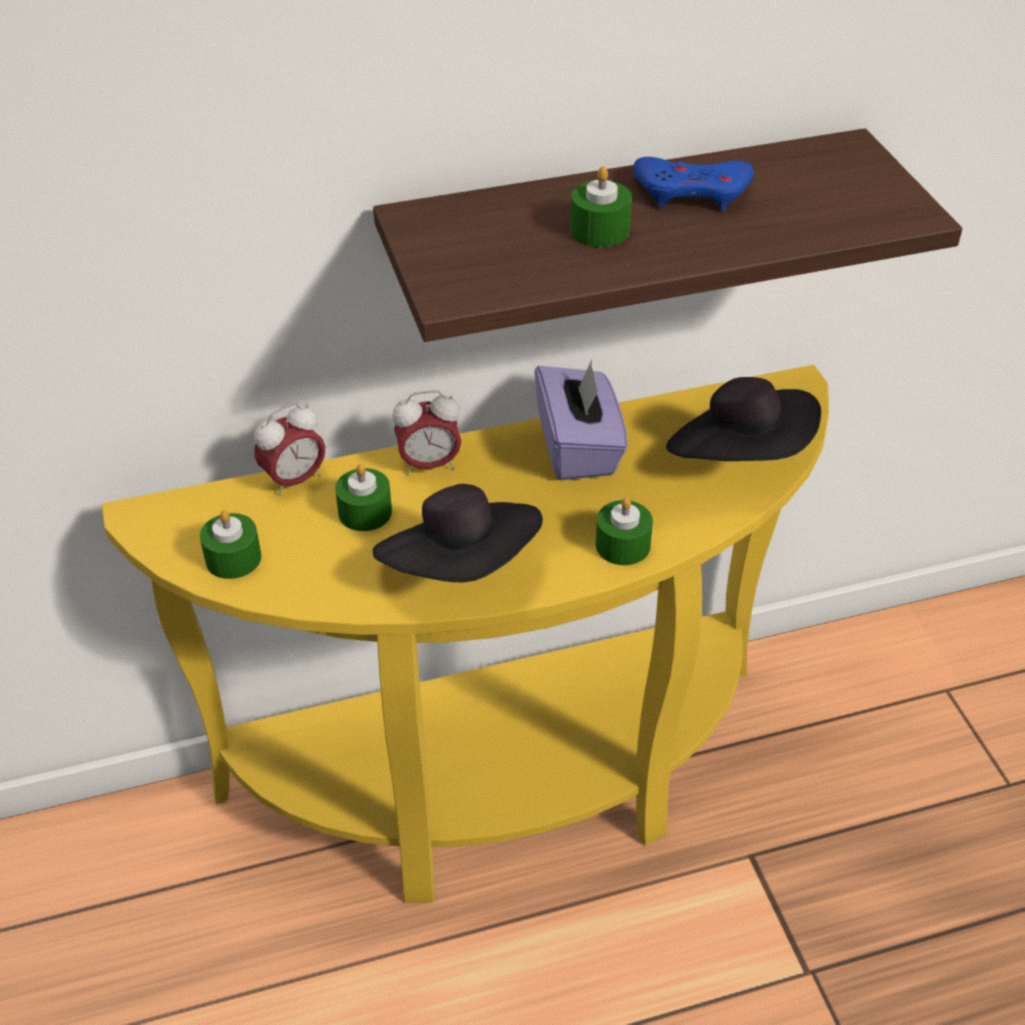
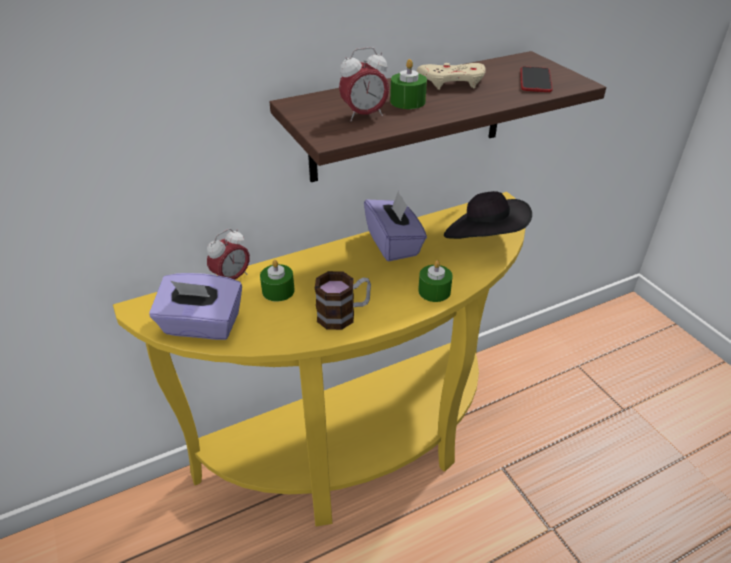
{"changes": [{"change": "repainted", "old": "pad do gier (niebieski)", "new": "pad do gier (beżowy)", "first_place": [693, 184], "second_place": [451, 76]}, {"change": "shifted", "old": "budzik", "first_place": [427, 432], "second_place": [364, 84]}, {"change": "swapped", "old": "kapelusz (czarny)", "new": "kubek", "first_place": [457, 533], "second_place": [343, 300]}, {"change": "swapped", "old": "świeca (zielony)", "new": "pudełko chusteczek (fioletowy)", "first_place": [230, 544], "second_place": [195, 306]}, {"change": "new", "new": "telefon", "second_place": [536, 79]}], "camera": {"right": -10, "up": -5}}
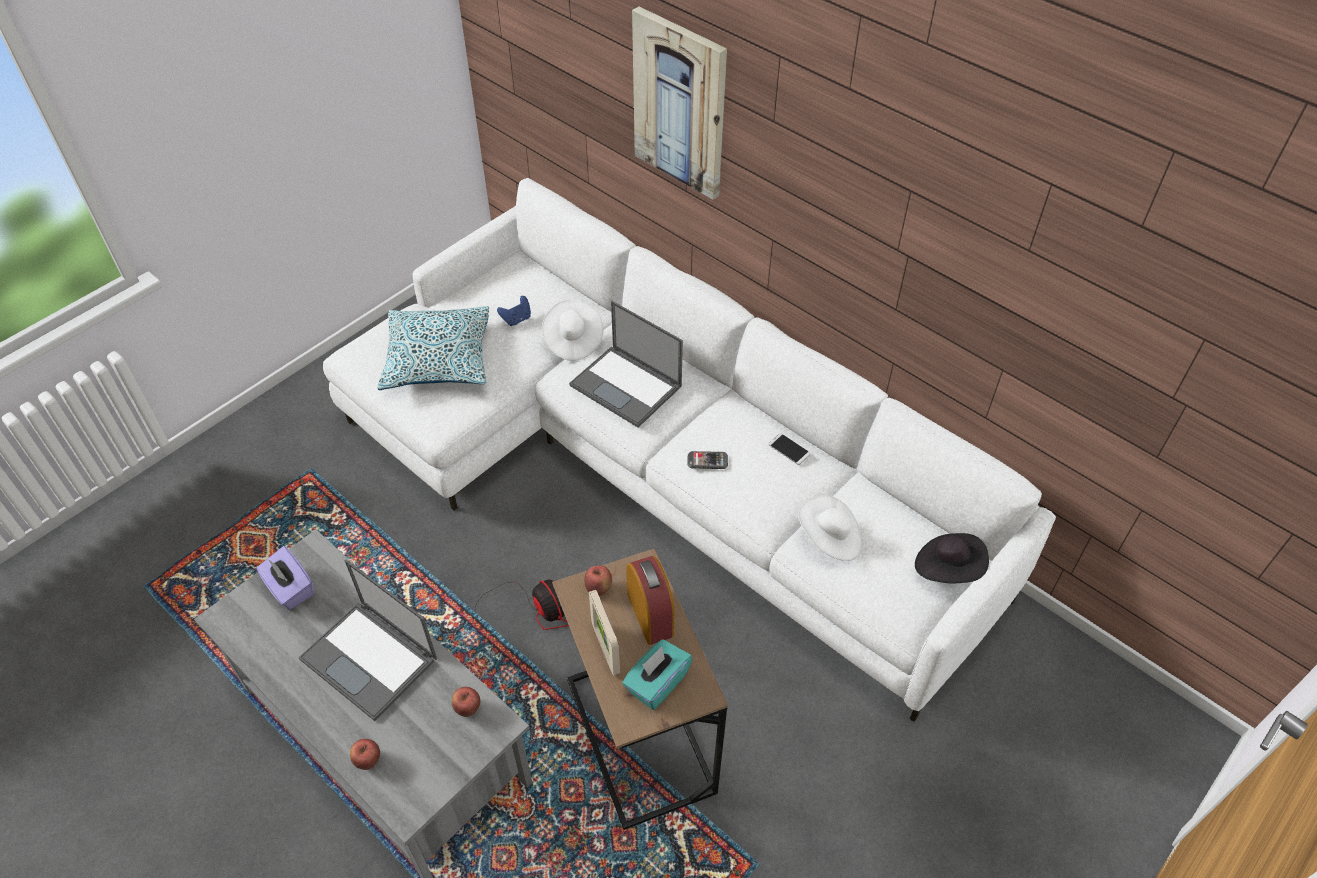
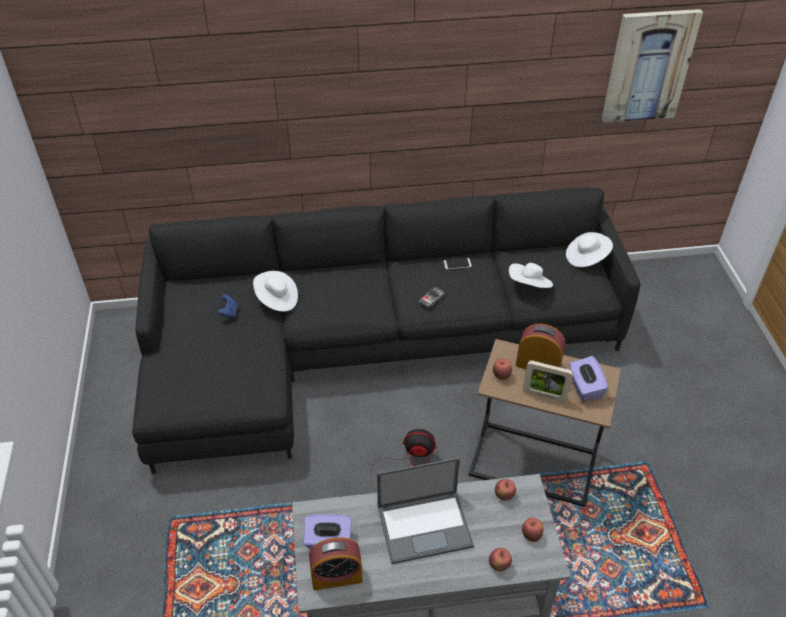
{"changes": [{"change": "shifted", "old": "obraz", "first_place": [679, 102], "second_place": [652, 66]}, {"change": "repainted", "old": "kanapa (biały)", "new": "kanapa (czarny)", "first_place": [689, 450], "second_place": [386, 330]}, {"change": "gone", "old": "laptop", "first_place": [626, 364]}, {"change": "gone", "old": "poduszka", "first_place": [433, 348]}, {"change": "repainted", "old": "kapelusz (czarny)", "new": "kapelusz (biały)", "first_place": [952, 558], "second_place": [589, 249]}, {"change": "repainted", "old": "pudełko chusteczek (turkusowy)", "new": "pudełko chusteczek (fioletowy)", "first_place": [657, 674], "second_place": [588, 378]}, {"change": "new", "new": "jabłko", "second_place": [533, 530]}, {"change": "new", "new": "budzik", "second_place": [336, 563]}], "camera": {"right": -50, "up": -5}}
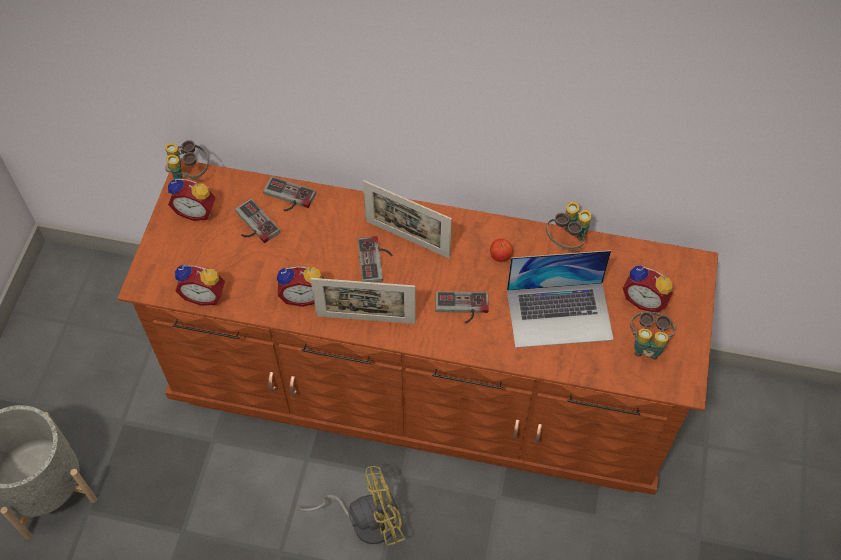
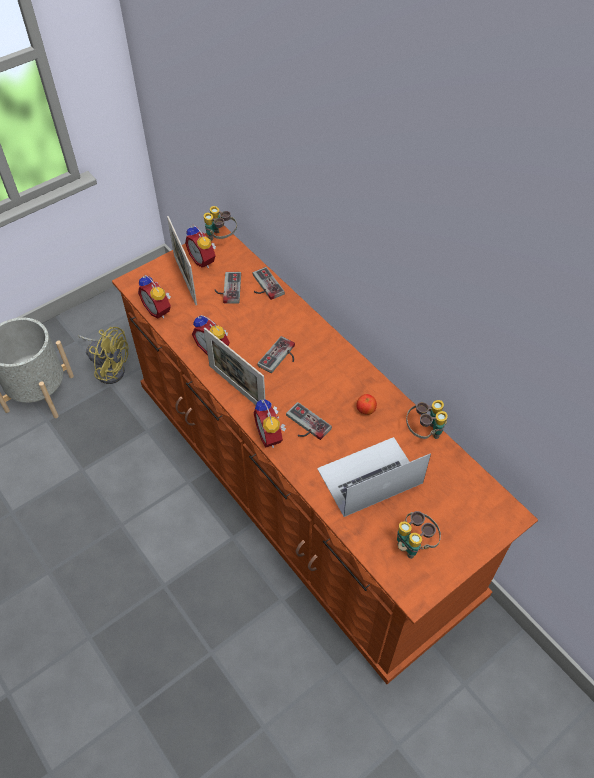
{"changes": [{"change": "shifted", "old": "ramka na zdjęcie", "first_place": [407, 219], "second_place": [182, 260]}, {"change": "rotated", "old": "laptop", "first_place": [560, 299], "second_place": [374, 477], "degrees": 120}, {"change": "shifted", "old": "budzik", "first_place": [648, 289], "second_place": [270, 423]}, {"change": "shifted", "old": "wentylator (żółty)", "first_place": [352, 506], "second_place": [103, 355]}], "camera": {"right": 40, "up": -5}}
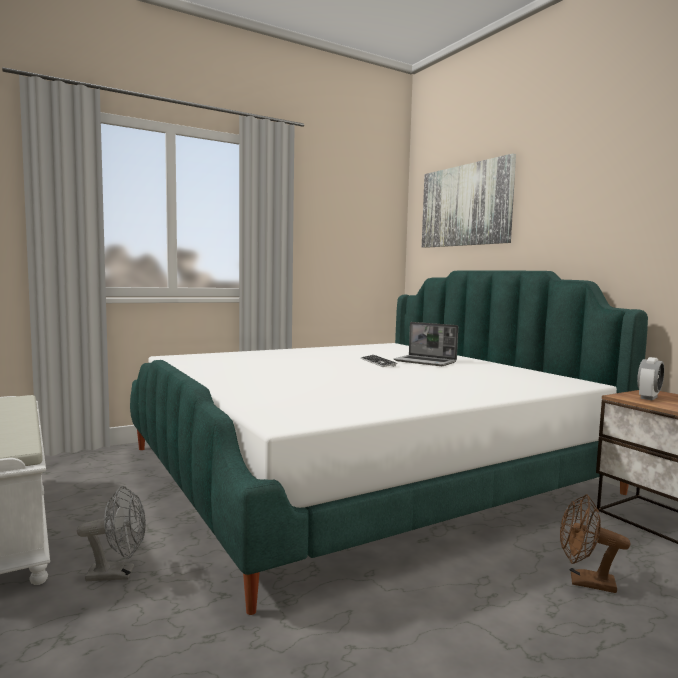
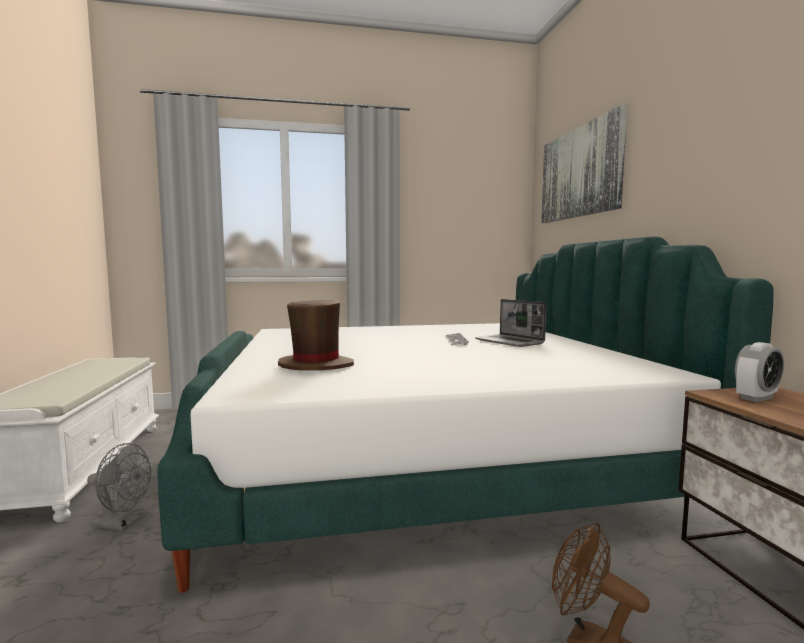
{"changes": [{"change": "new", "new": "kapelusz (brązowy)", "second_place": [316, 335]}], "camera": {"right": 20, "up": 0}}
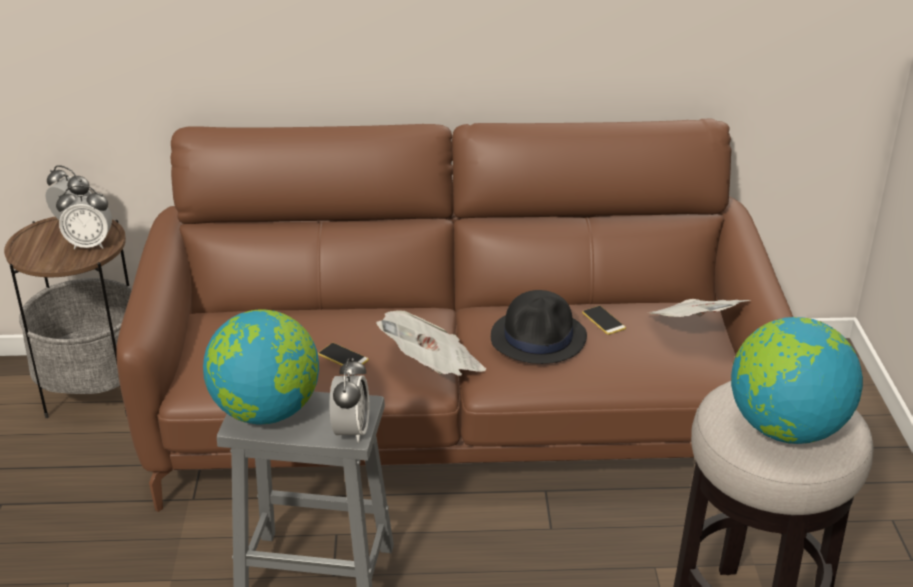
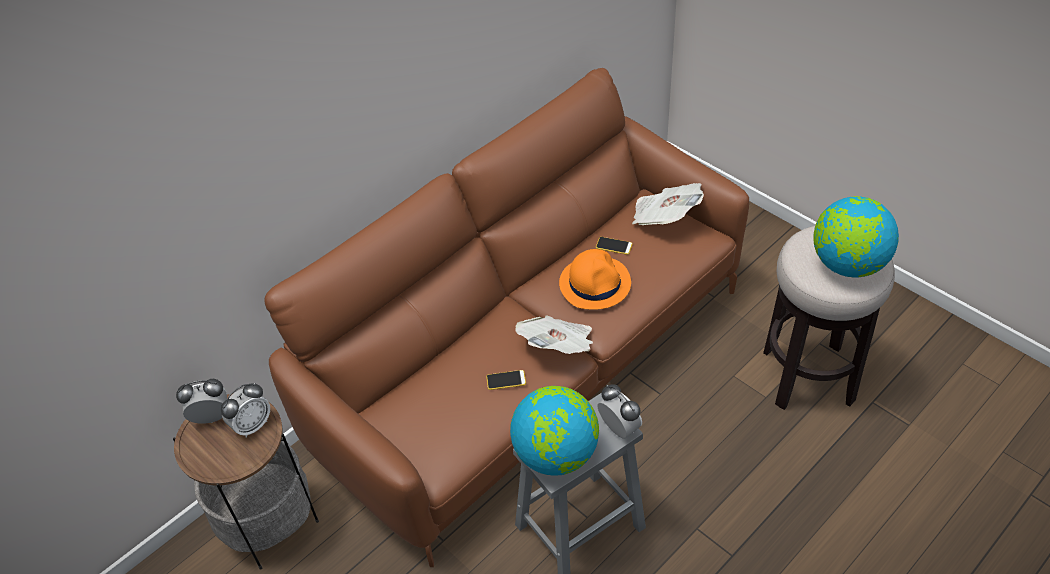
{"changes": [{"change": "repainted", "old": "kapelusz (czarny)", "new": "kapelusz (pomarańczowy)", "first_place": [539, 327], "second_place": [595, 279]}], "camera": {"right": -40, "up": 15}}
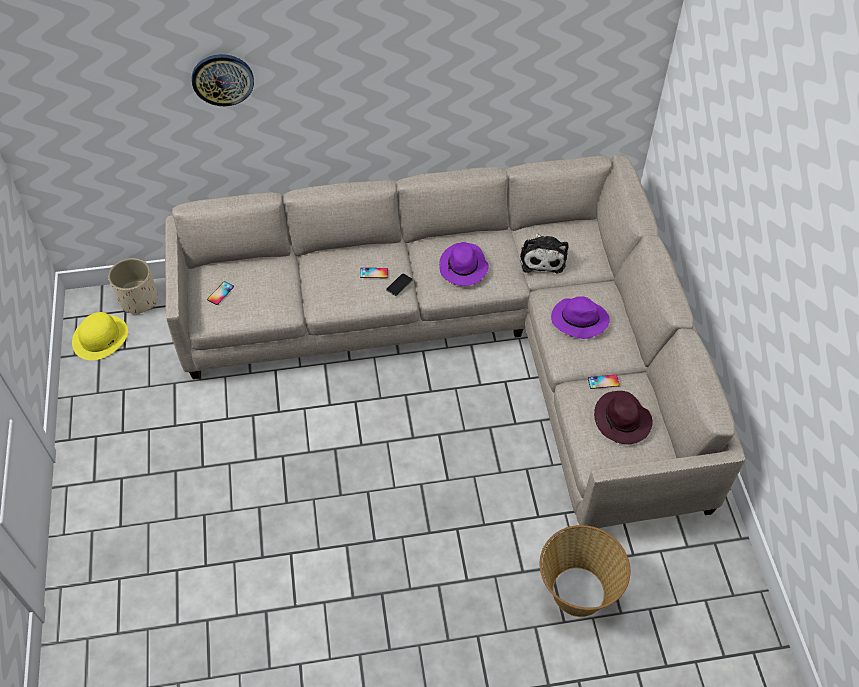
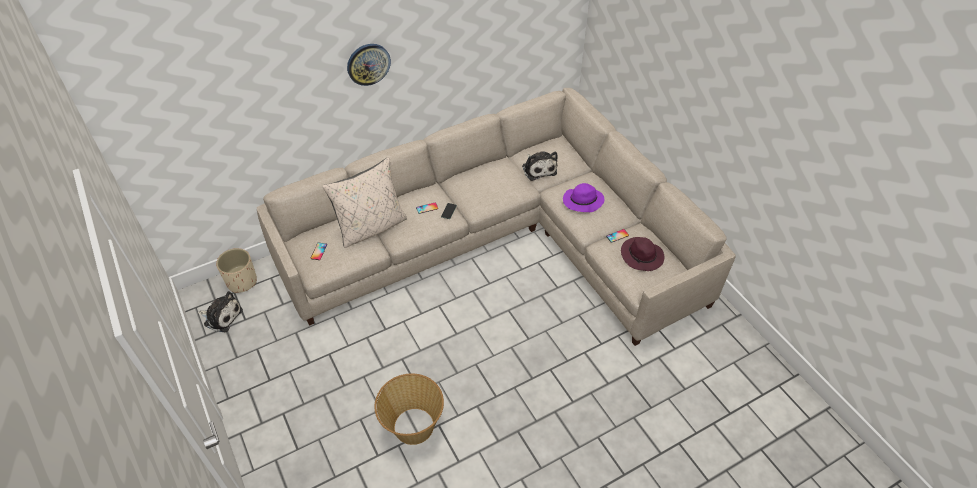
{"changes": [{"change": "shifted", "old": "zegar ścienny", "first_place": [223, 80], "second_place": [369, 65]}, {"change": "gone", "old": "kapelusz (fioletowy)", "first_place": [463, 264]}, {"change": "swapped", "old": "kapelusz (żółty)", "new": "pluszak", "first_place": [100, 336], "second_place": [220, 311]}, {"change": "shifted", "old": "koszyk", "first_place": [585, 571], "second_place": [409, 409]}, {"change": "new", "new": "poduszka (beżowy)", "second_place": [364, 203]}], "camera": {"right": -20, "up": -5}}
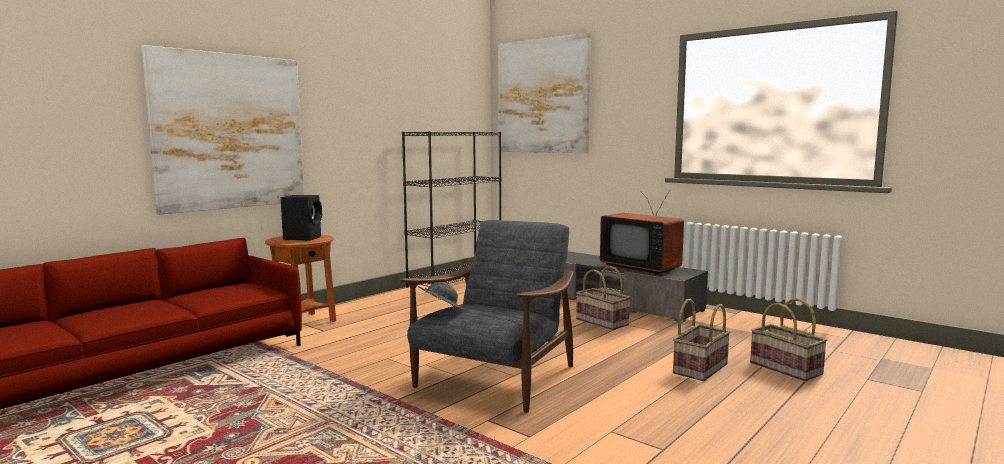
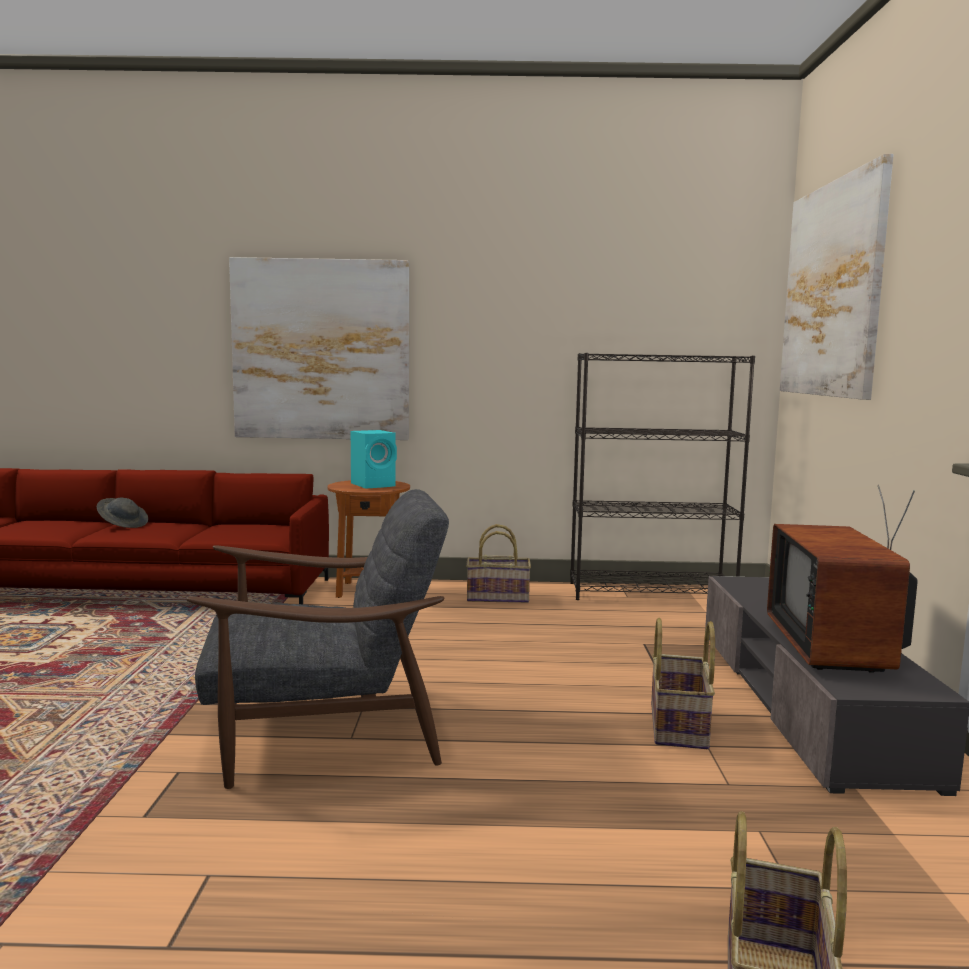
{"changes": [{"change": "repainted", "old": "głośnik (czarny)", "new": "głośnik (turkusowy)", "first_place": [301, 218], "second_place": [374, 459]}, {"change": "shifted", "old": "kapelusz (szary)", "first_place": [441, 296], "second_place": [122, 513]}, {"change": "shifted", "old": "koszyk", "first_place": [701, 340], "second_place": [498, 563]}], "camera": {"right": 50, "up": 0}}
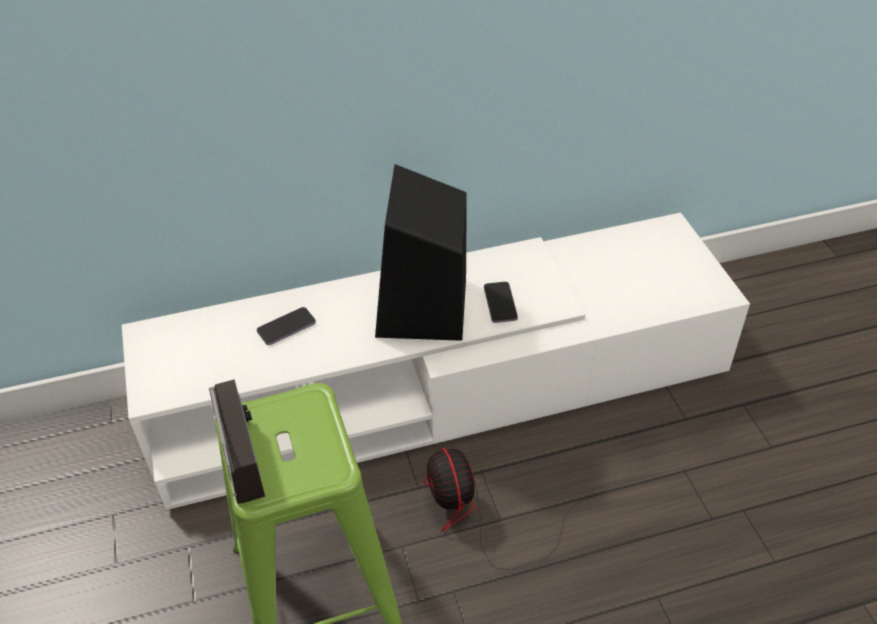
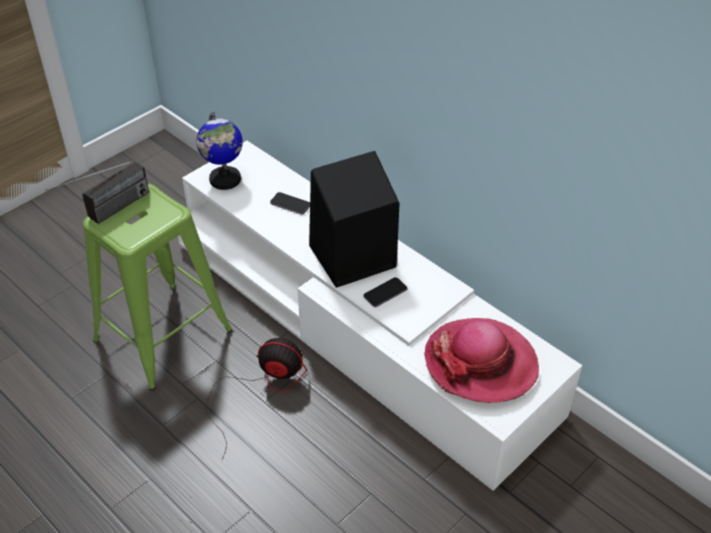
{"changes": [{"change": "rotated", "old": "wentylator", "first_place": [511, 508], "second_place": [256, 399], "degrees": 60}, {"change": "new", "new": "globus", "second_place": [219, 150]}, {"change": "new", "new": "kapelusz", "second_place": [481, 360]}], "camera": {"right": 60, "up": 0}}
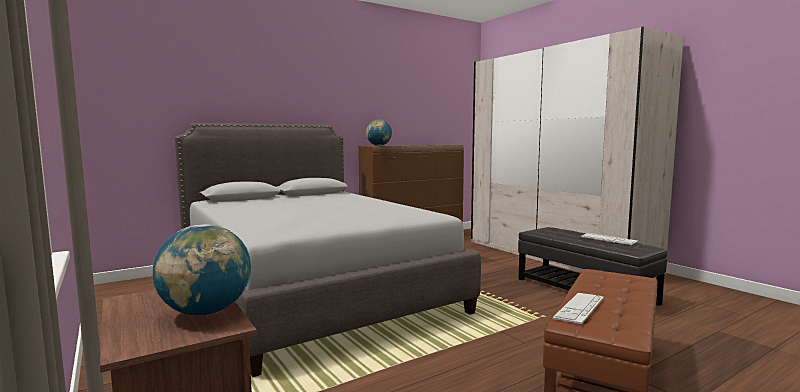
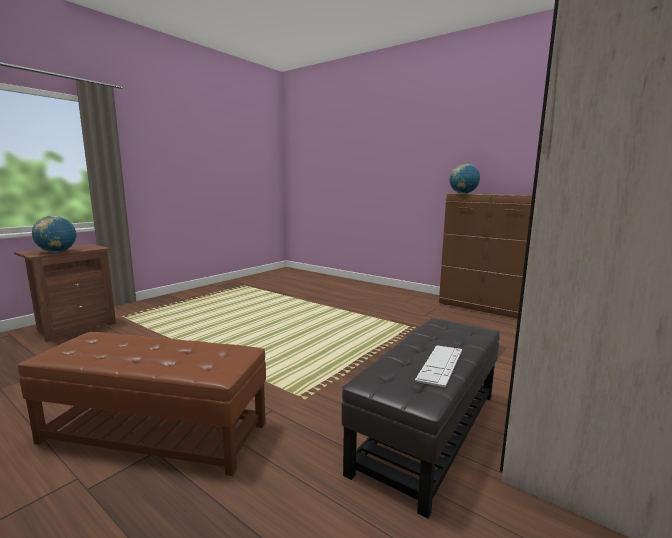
{"changes": [{"change": "gone", "old": "łóżko (szary)", "first_place": [328, 250]}, {"change": "gone", "old": "klawiatura", "first_place": [578, 308]}], "camera": {"right": 70, "up": 5}}
